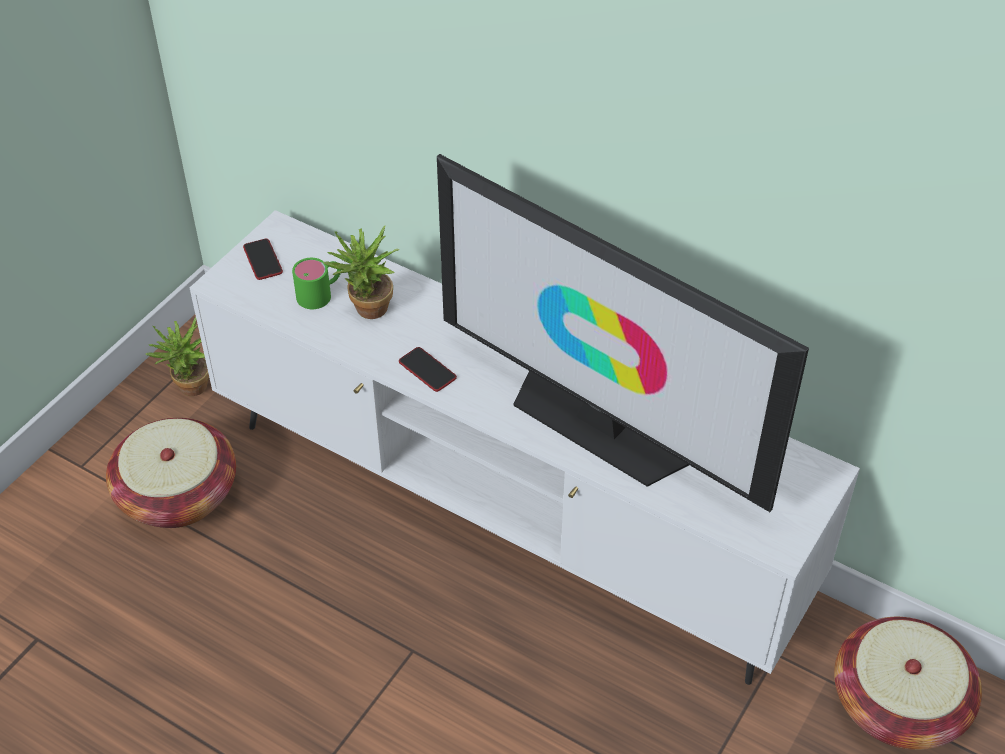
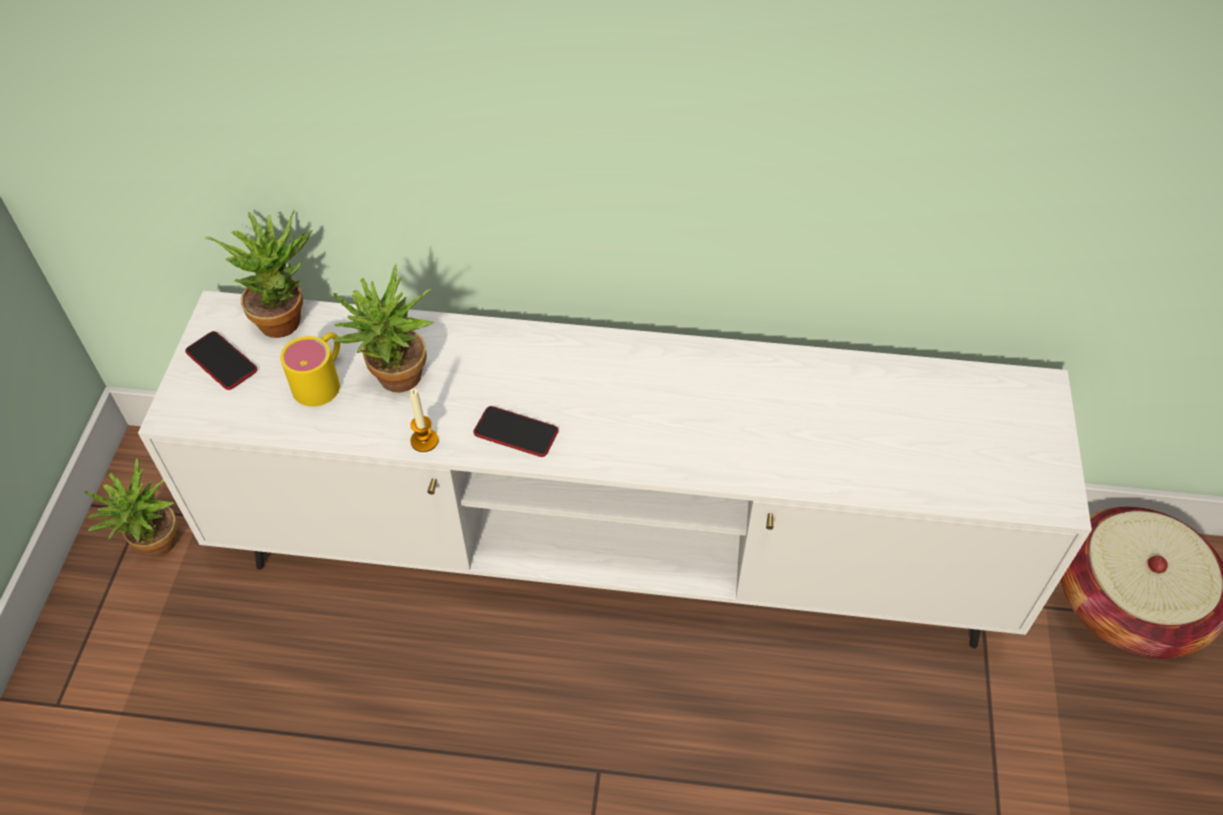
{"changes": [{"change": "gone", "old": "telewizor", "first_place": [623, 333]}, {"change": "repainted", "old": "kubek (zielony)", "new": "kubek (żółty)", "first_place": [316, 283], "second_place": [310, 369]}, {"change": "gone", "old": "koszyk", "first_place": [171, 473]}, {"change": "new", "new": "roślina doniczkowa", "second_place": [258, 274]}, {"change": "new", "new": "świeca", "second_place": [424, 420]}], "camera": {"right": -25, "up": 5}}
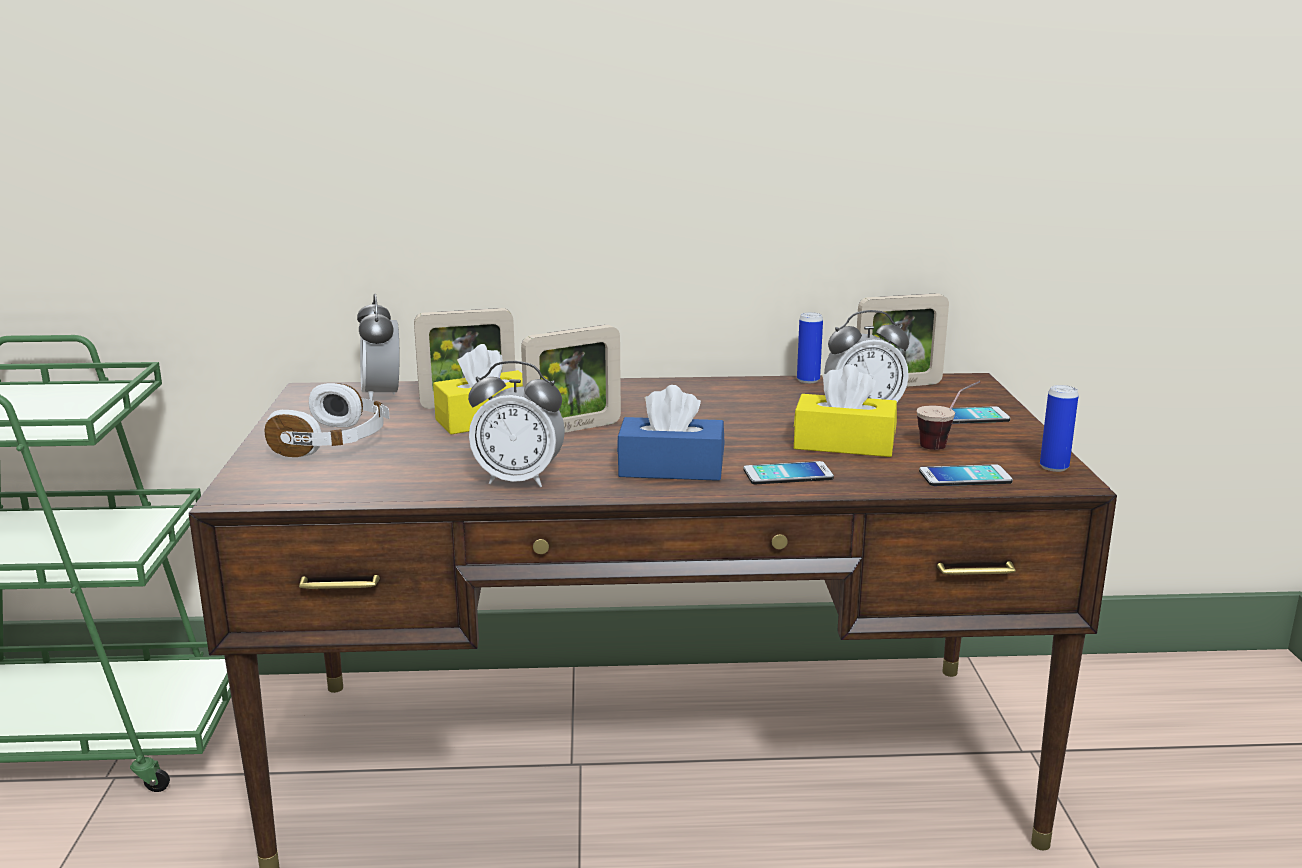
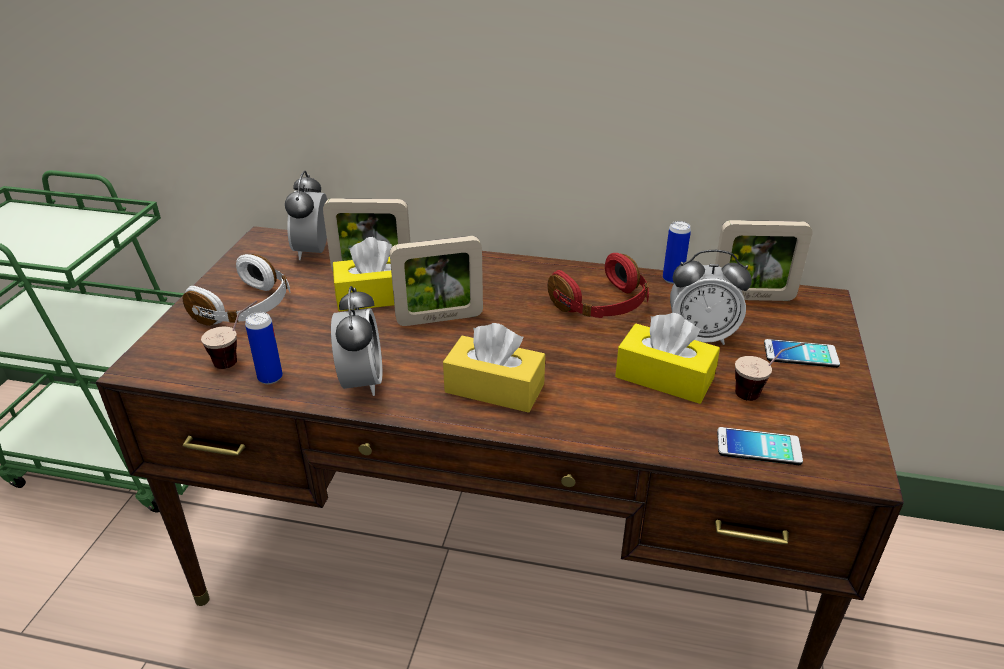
{"changes": [{"change": "rotated", "old": "budzik", "first_place": [516, 424], "second_place": [356, 341], "degrees": -120}, {"change": "repainted", "old": "pudełko chusteczek (niebieski)", "new": "pudełko chusteczek (żółty)", "first_place": [671, 433], "second_place": [494, 368]}, {"change": "shifted", "old": "puszka", "first_place": [1059, 428], "second_place": [264, 348]}, {"change": "gone", "old": "telefon", "first_place": [789, 472]}, {"change": "new", "new": "słuchawki (czerwony)", "second_place": [598, 285]}, {"change": "new", "new": "filiżanka", "second_place": [229, 335]}], "camera": {"right": 15, "up": 15}}
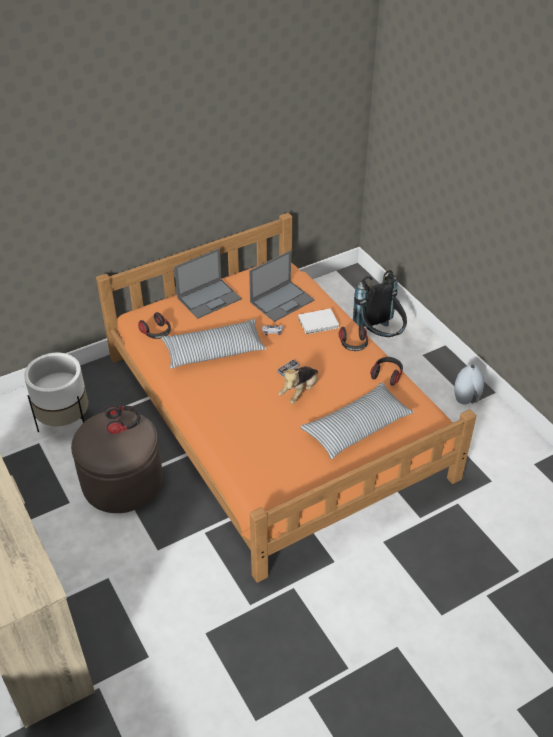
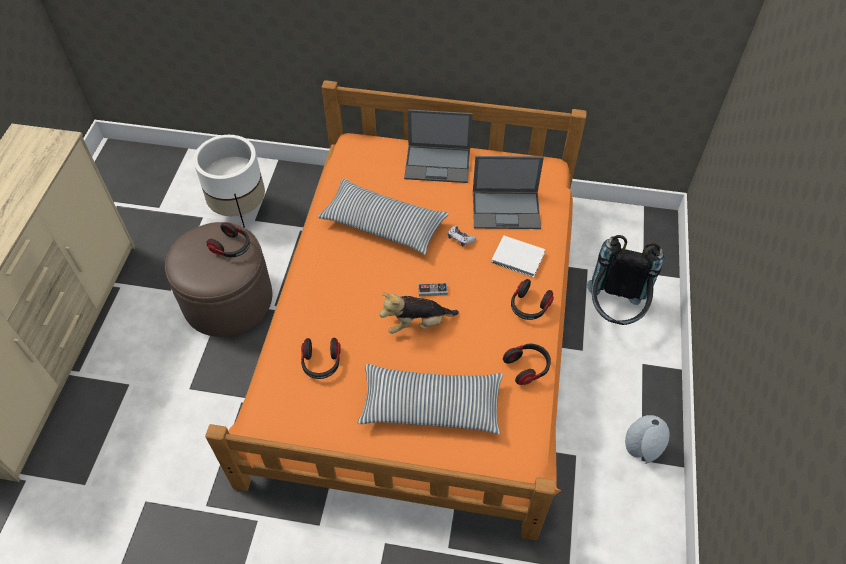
{"changes": [{"change": "shifted", "old": "słuchawki", "first_place": [154, 325], "second_place": [321, 358]}], "camera": {"right": 40, "up": 10}}
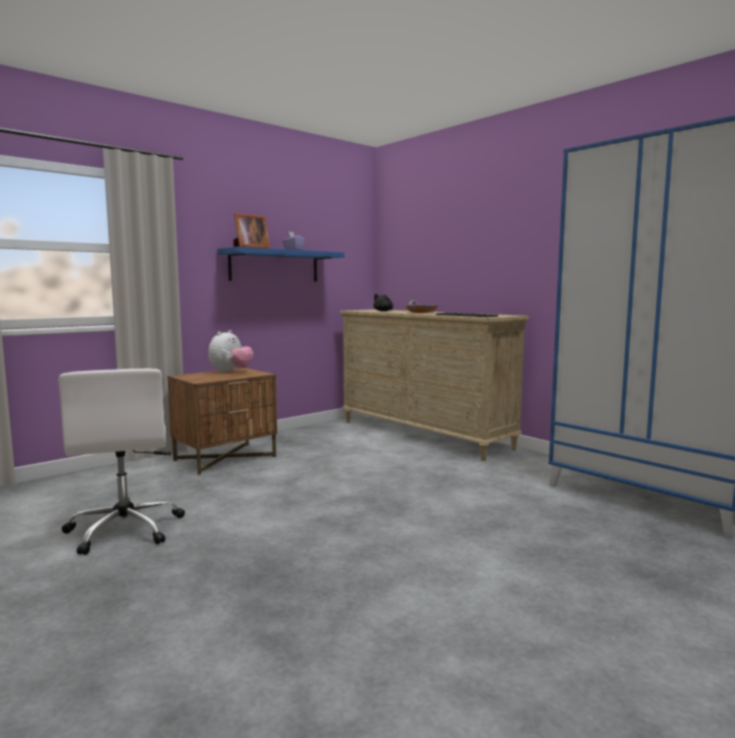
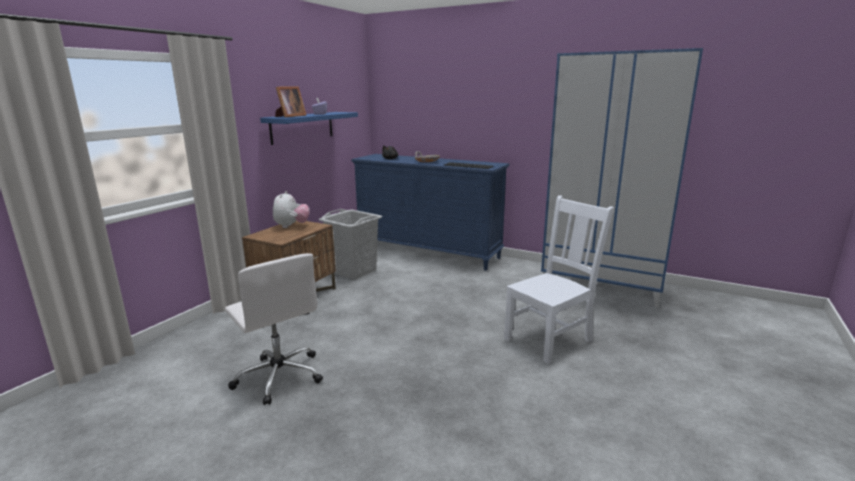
{"changes": [{"change": "repainted", "old": "komoda (beżowy)", "new": "komoda (niebieski)", "first_place": [434, 385], "second_place": [430, 212]}, {"change": "new", "new": "krzesło (biały)", "second_place": [559, 279]}, {"change": "new", "new": "kosz na pranie (szary)", "second_place": [350, 244]}], "camera": {"right": -20, "up": 10}}
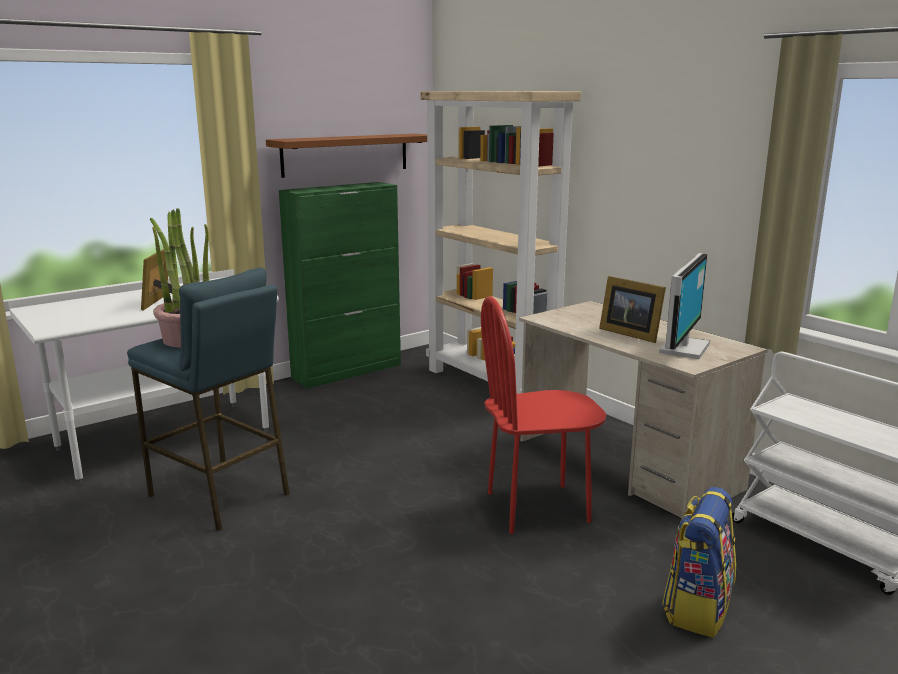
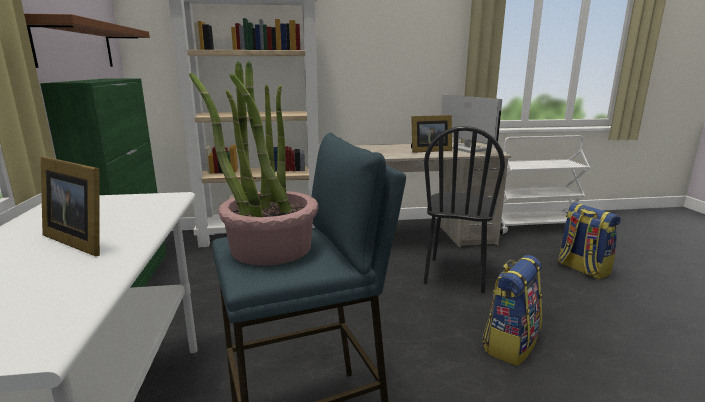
{"changes": [{"change": "repainted", "old": "krzesło (czerwony)", "new": "krzesło (czarny)", "first_place": [544, 415], "second_place": [464, 209]}, {"change": "new", "new": "plecak", "second_place": [512, 310]}], "camera": {"right": -60, "up": 0}}
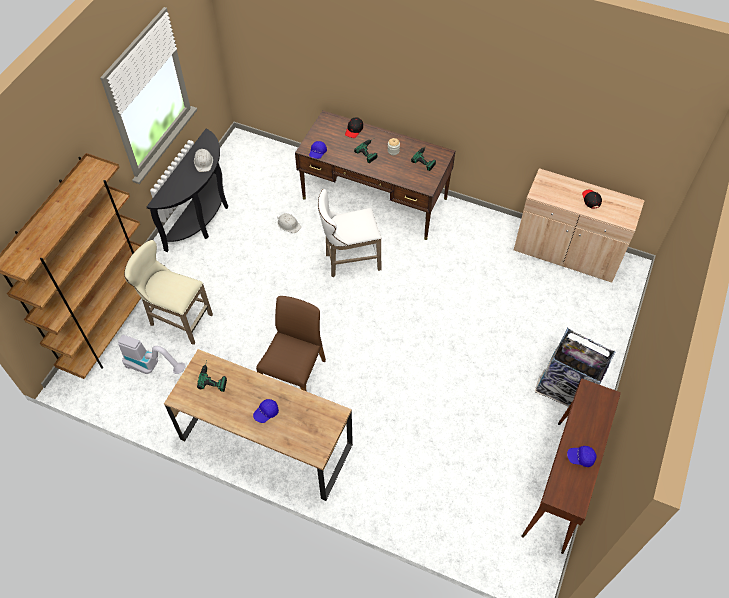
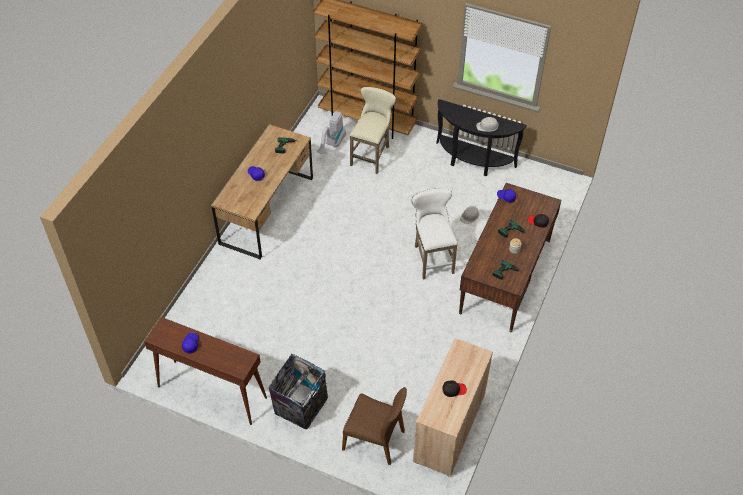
{"changes": [{"change": "shifted", "old": "krzesło (brązowy)", "first_place": [291, 344], "second_place": [374, 426]}], "camera": {"right": 90, "up": -5}}
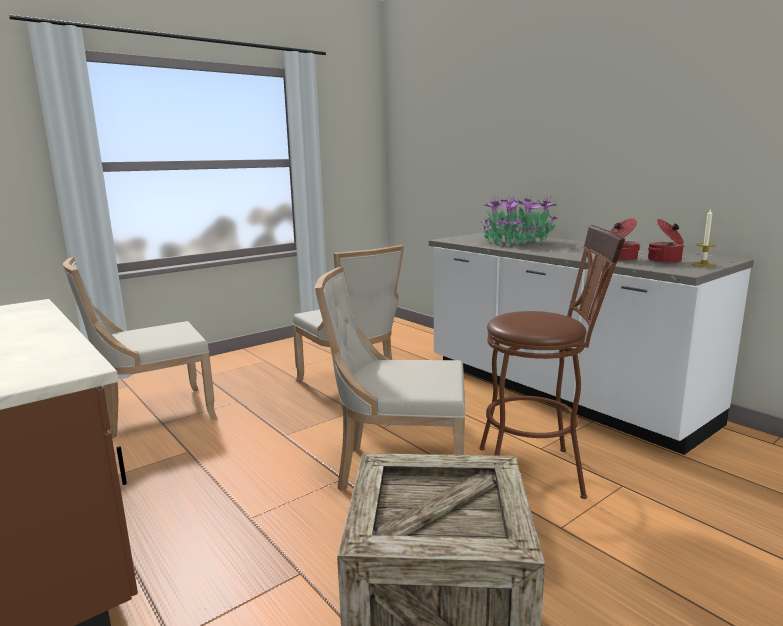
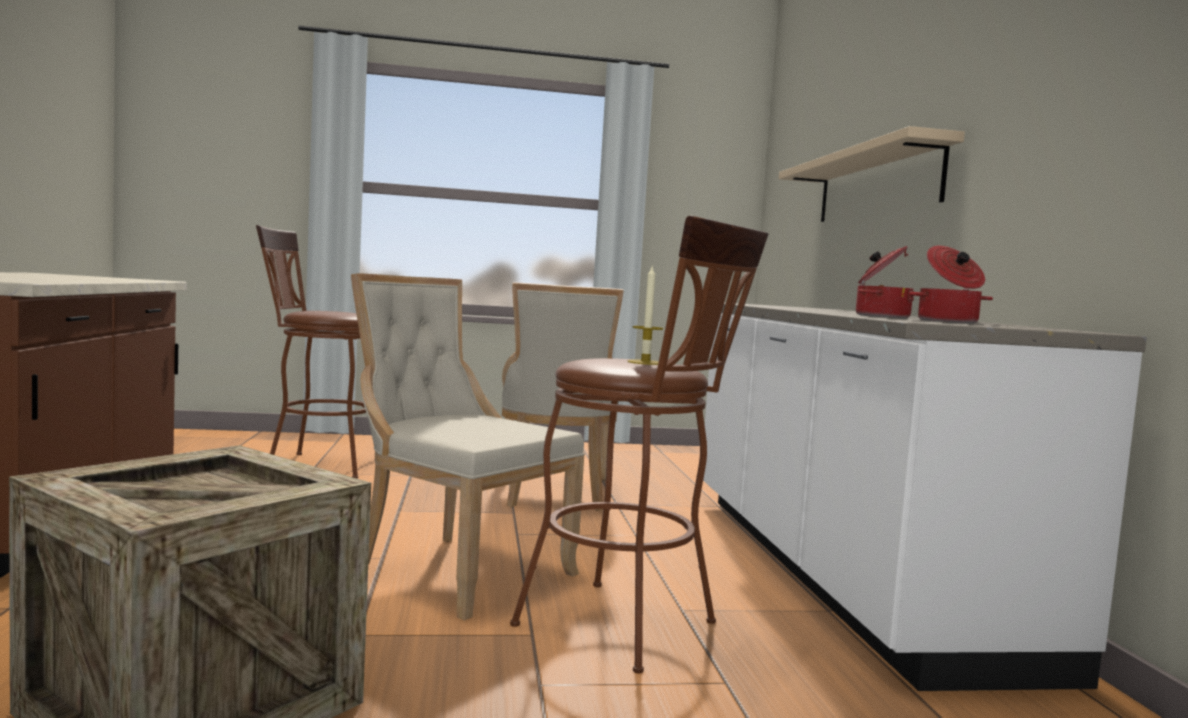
{"changes": [{"change": "gone", "old": "roślina doniczkowa", "first_place": [519, 220]}, {"change": "shifted", "old": "świeca", "first_place": [704, 238], "second_place": [645, 316]}, {"change": "swapped", "old": "krzesło (beżowy)", "new": "stołek (brązowy)", "first_place": [140, 348], "second_place": [311, 351]}, {"change": "new", "new": "półka (beżowy)", "second_place": [872, 174]}], "camera": {"right": 30, "up": -10}}
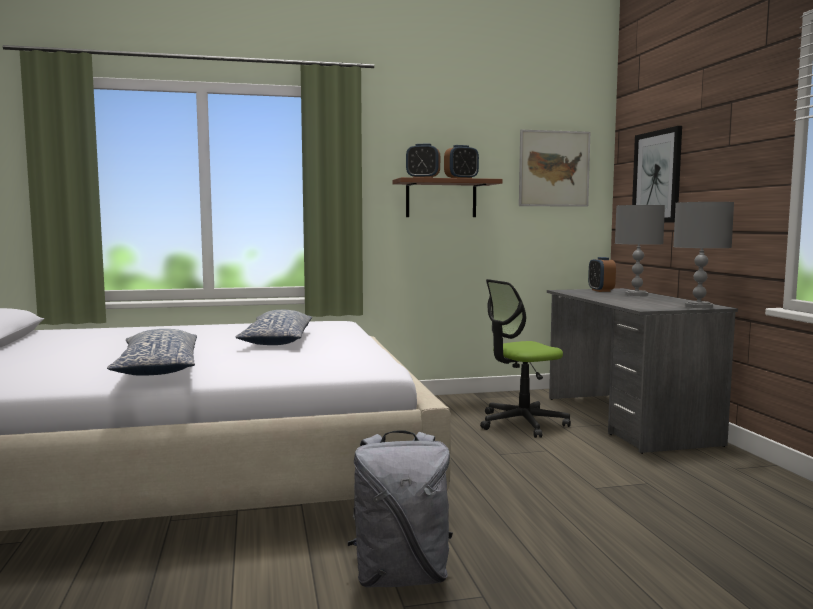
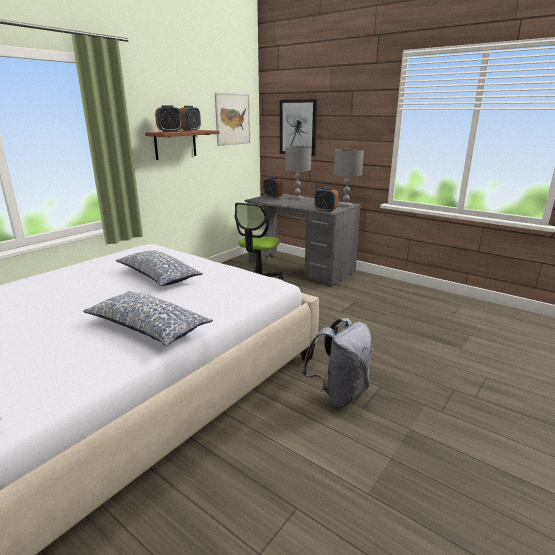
{"changes": [{"change": "new", "new": "budzik", "second_place": [326, 199]}], "camera": {"right": -40, "up": 15}}
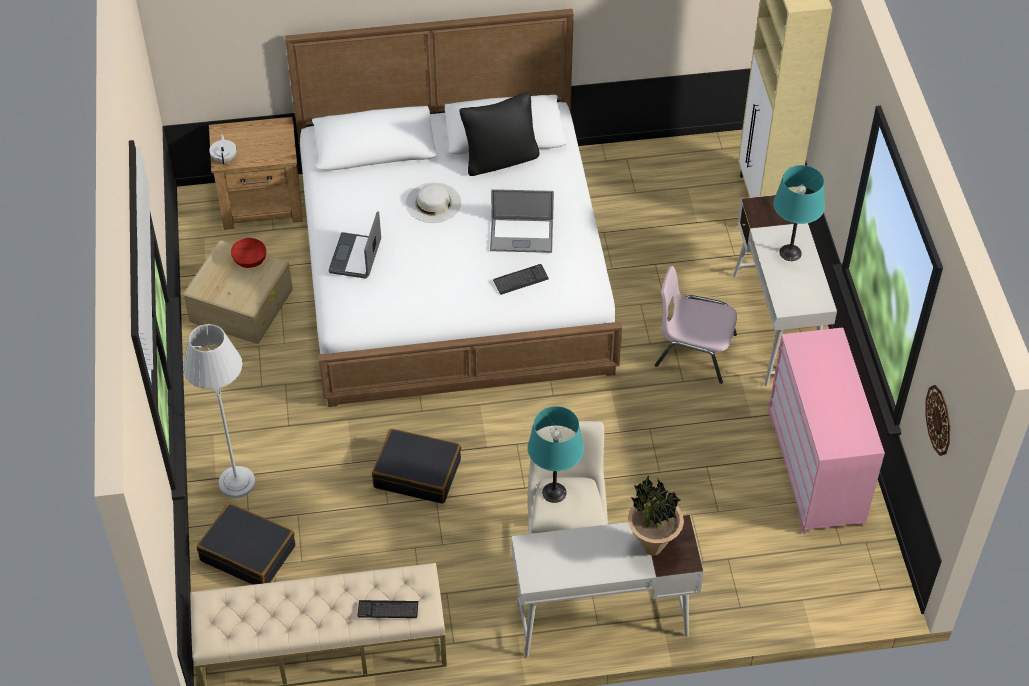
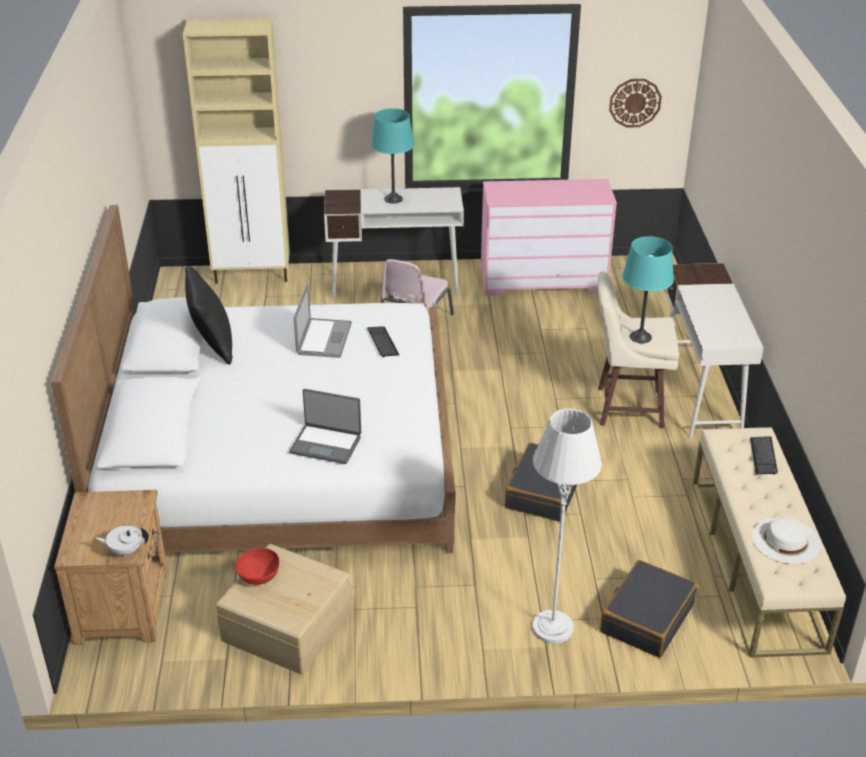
{"changes": [{"change": "shifted", "old": "kapelusz (biały)", "first_place": [433, 203], "second_place": [786, 540]}, {"change": "gone", "old": "roślina doniczkowa", "first_place": [656, 516]}], "camera": {"right": -85, "up": -15}}
